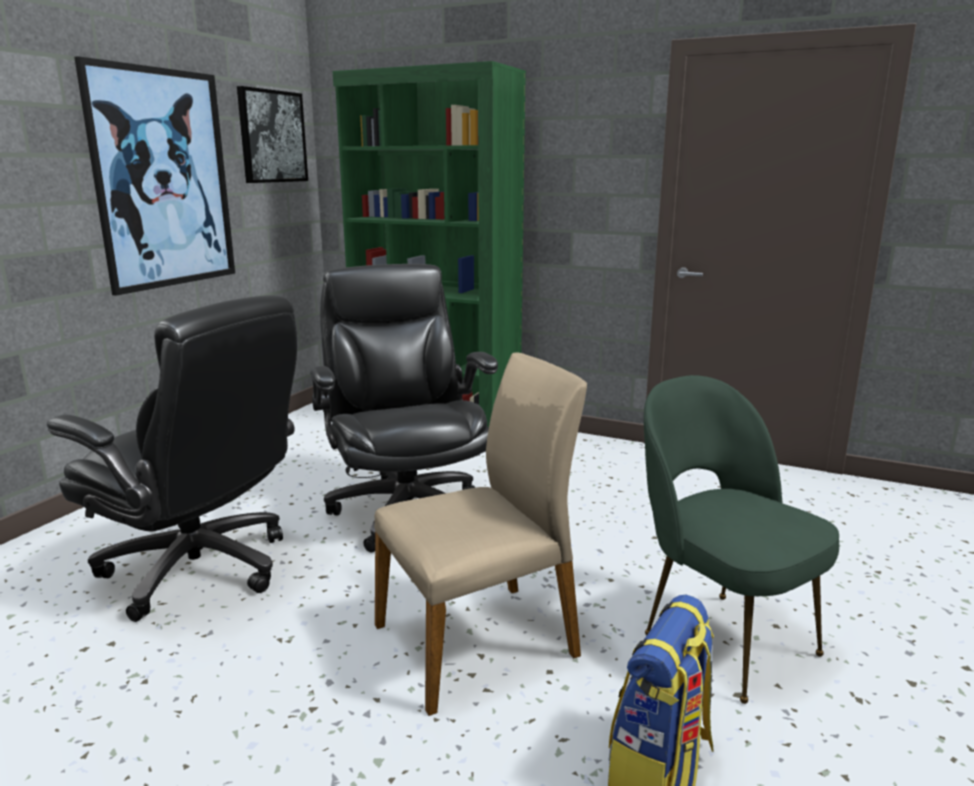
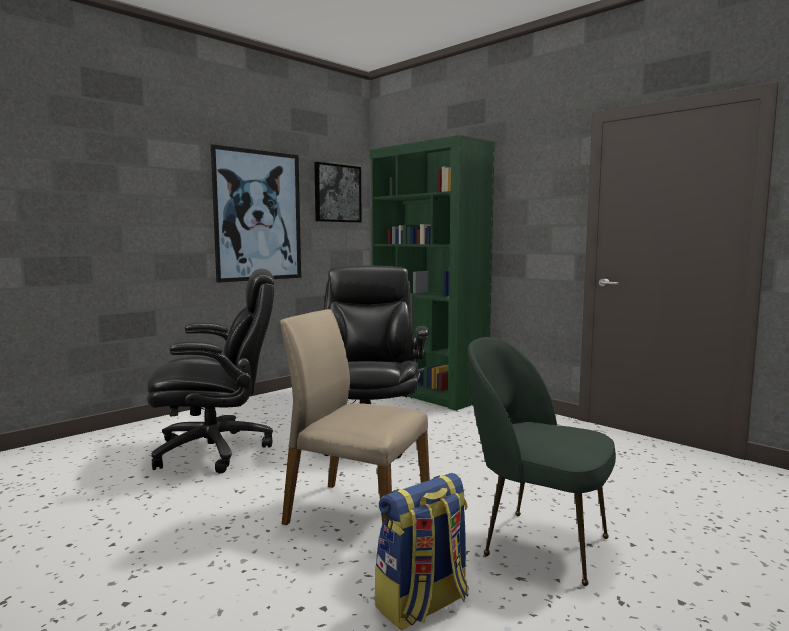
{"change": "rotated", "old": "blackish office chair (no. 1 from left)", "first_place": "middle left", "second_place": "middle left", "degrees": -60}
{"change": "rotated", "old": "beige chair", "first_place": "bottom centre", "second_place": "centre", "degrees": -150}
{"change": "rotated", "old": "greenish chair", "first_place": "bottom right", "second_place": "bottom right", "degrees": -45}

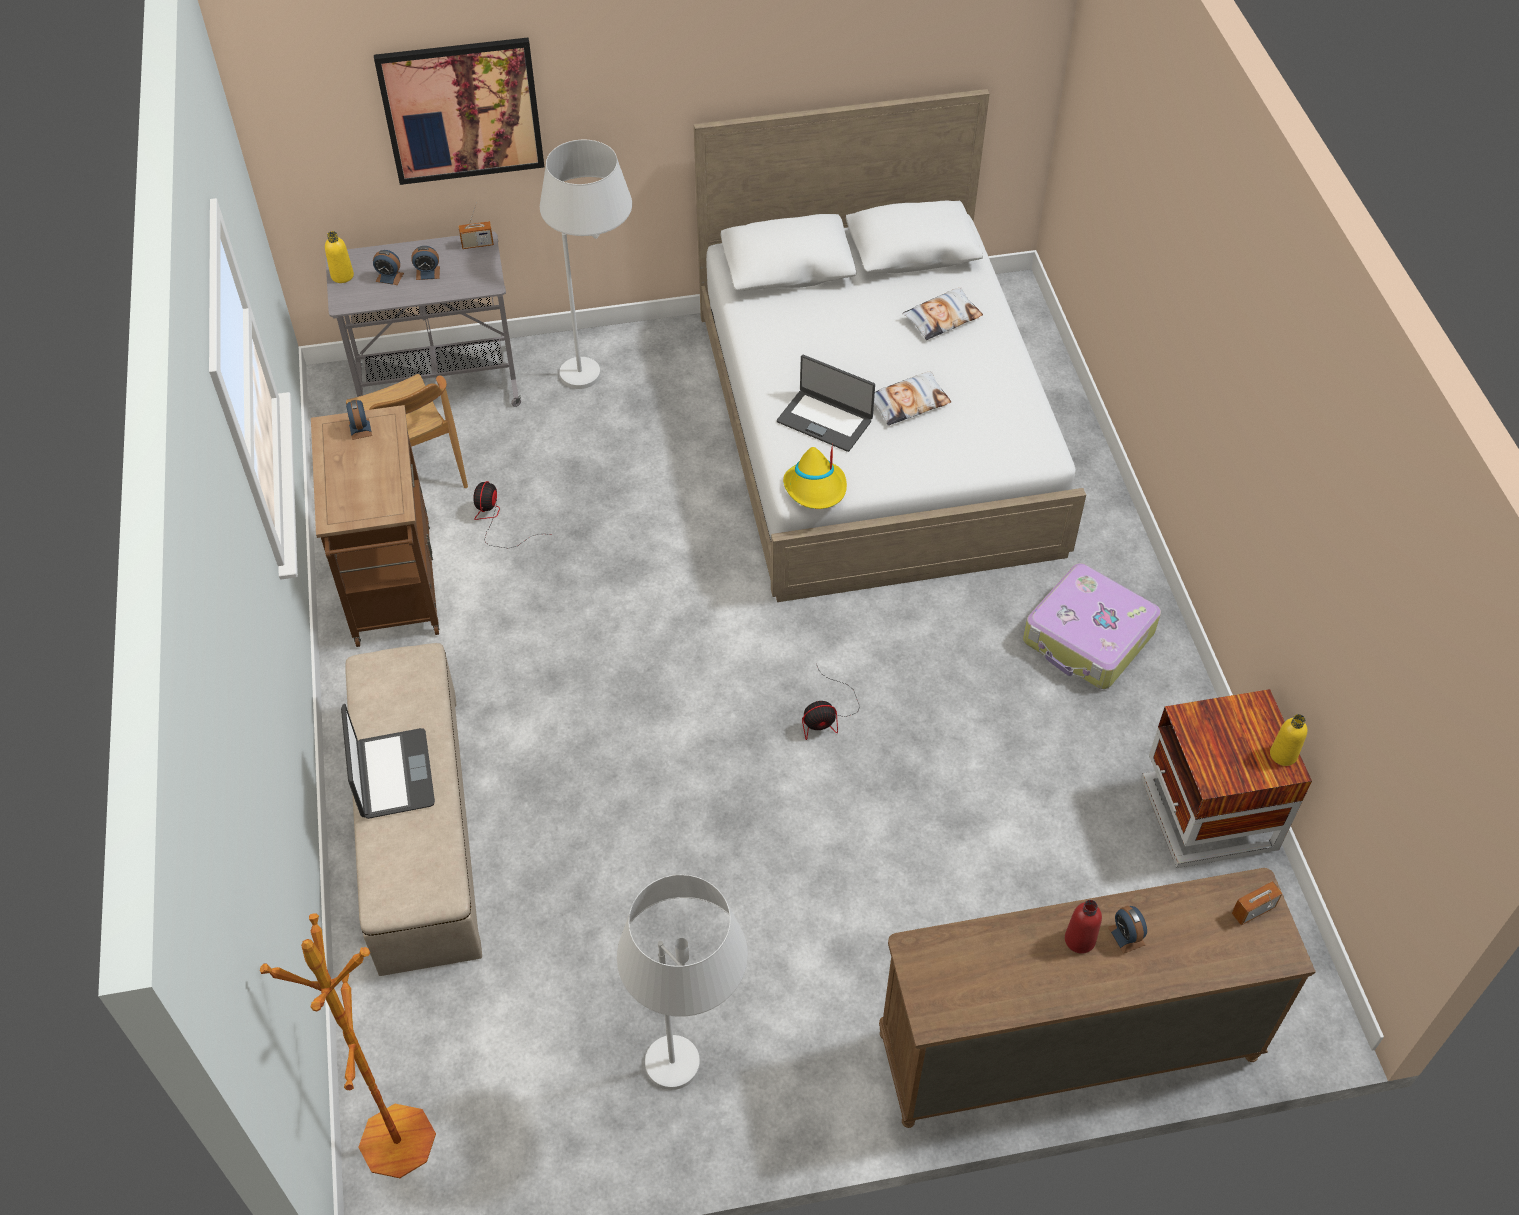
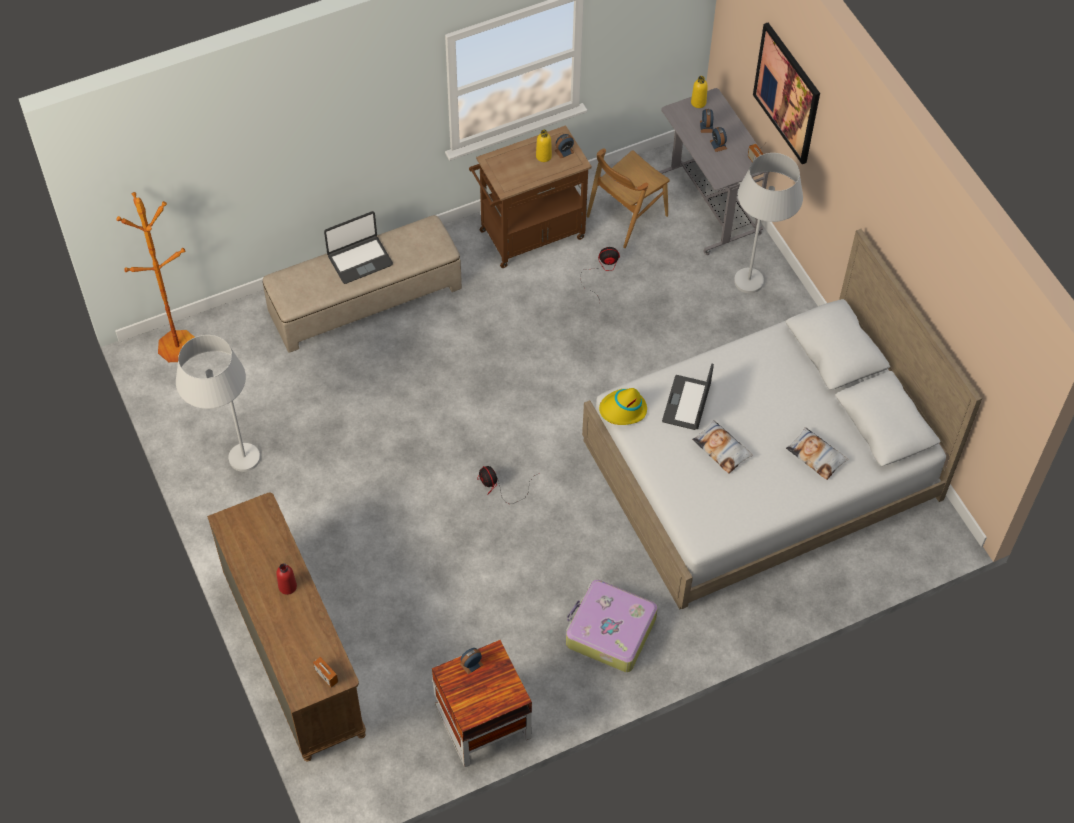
{"change": "shifted", "old": "bedside clock (no. 4 from left in the first image)", "new": "bedside clock (no. 1 from left)", "first_place": "bottom right", "second_place": "bottom centre"}
{"change": "shifted", "old": "yellow beverage bottle (no. 2 from left in the first image)", "new": "yellow beverage bottle (no. 1 from left)", "first_place": "middle right", "second_place": "top centre"}

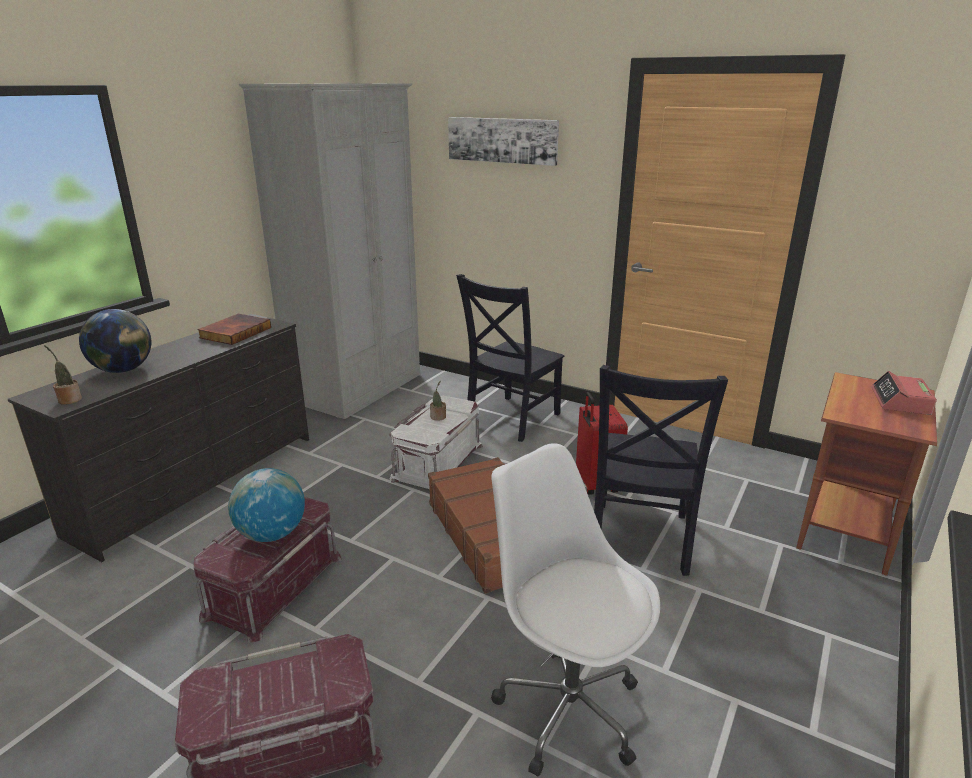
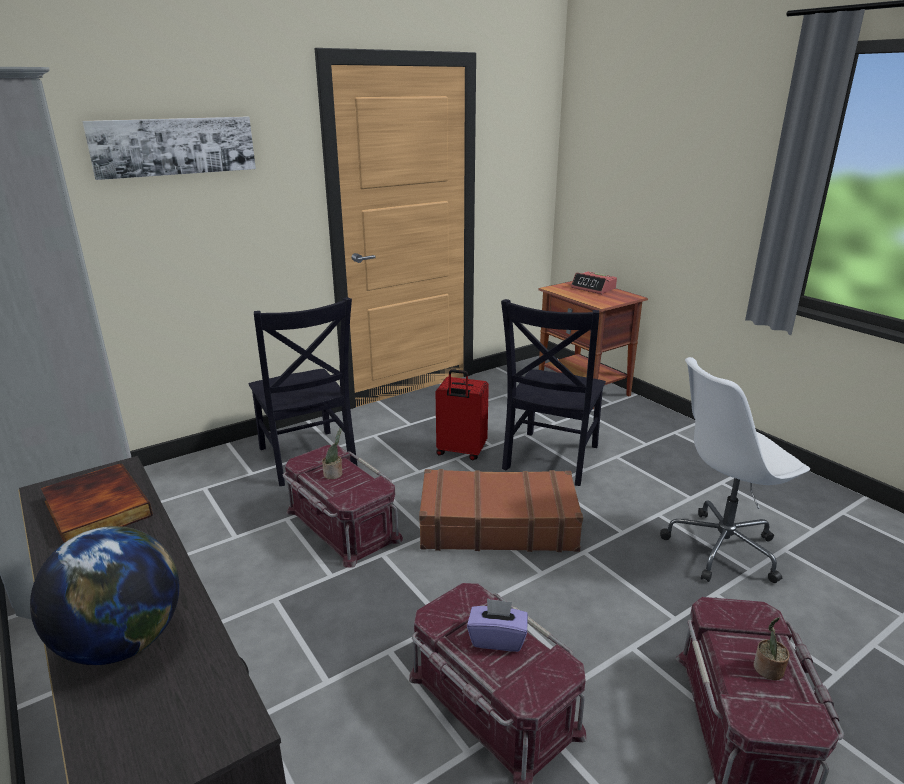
{"change": "shifted", "old": "plant in a pot (no. 1 from left in the first image)", "new": "plant in a pot (no. 2 from left)", "first_place": "middle left", "second_place": "bottom right"}
{"change": "swapped", "old": "globe (no. 2 from left)", "new": "purplish tissue holder", "first_place": "middle left", "second_place": "bottom centre"}
{"change": "repainted", "old": "white-coloured storage bin", "new": "red storage bin (no. 1 from left)", "first_place": "centre", "second_place": "centre"}
{"change": "rotated", "old": "blackish chair (no. 2 from left)", "first_place": "middle right", "second_place": "centre", "degrees": 75}

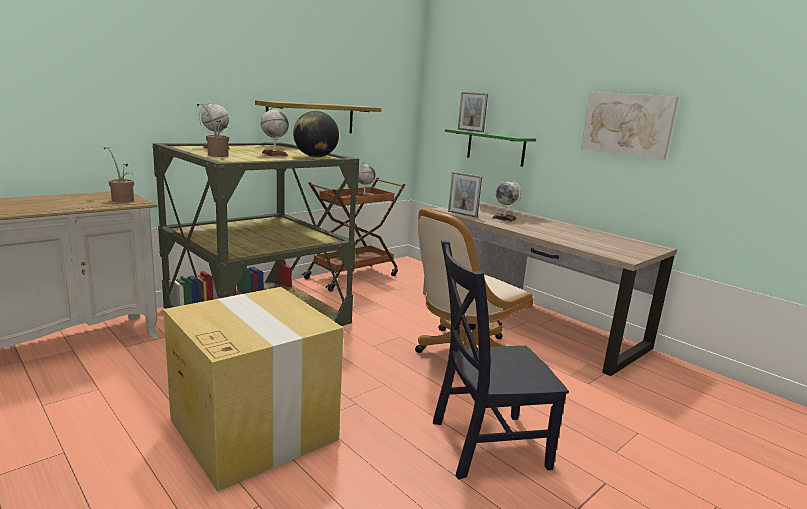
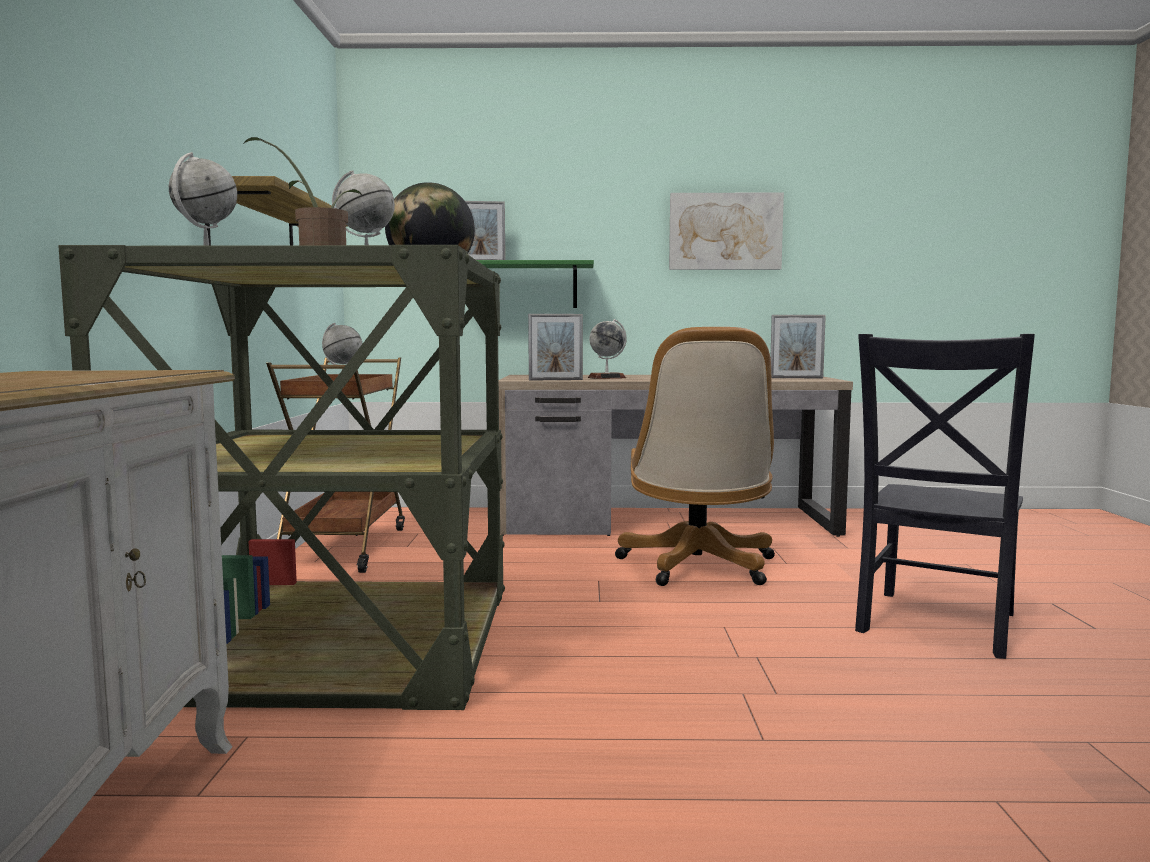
{"change": "gone", "old": "plant in a pot (no. 1 from left)", "first_place": "middle left"}
{"change": "gone", "old": "packing box", "first_place": "bottom left"}
{"change": "new", "new": "picture frame (no. 3 from left)", "second_place": "middle right"}

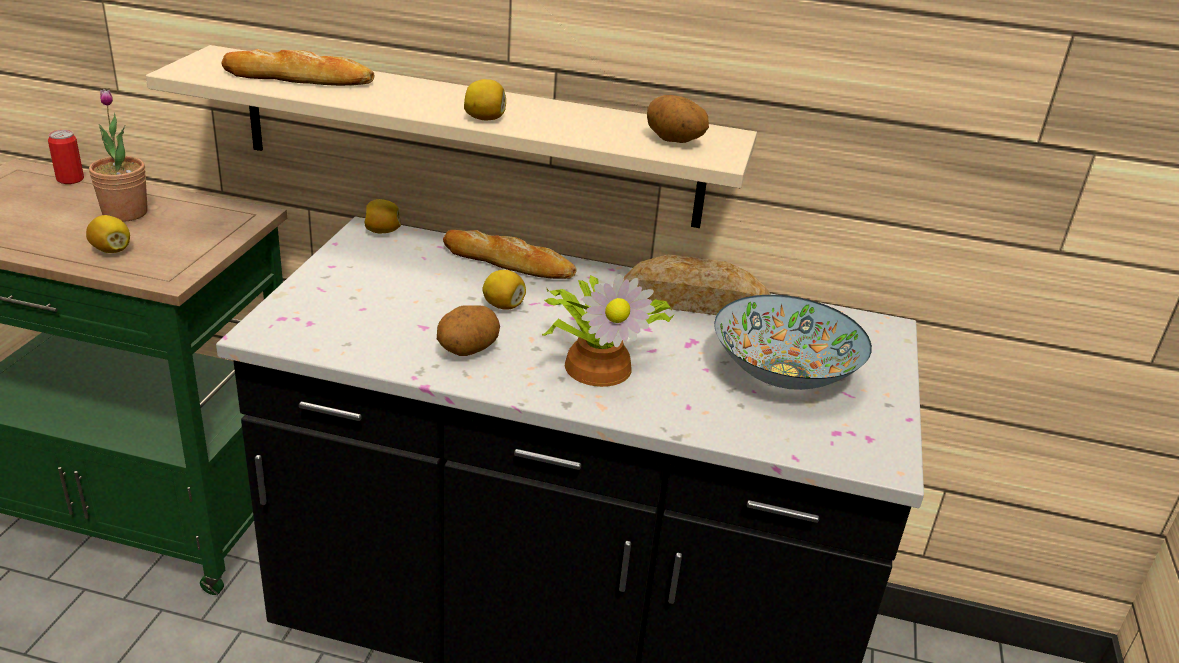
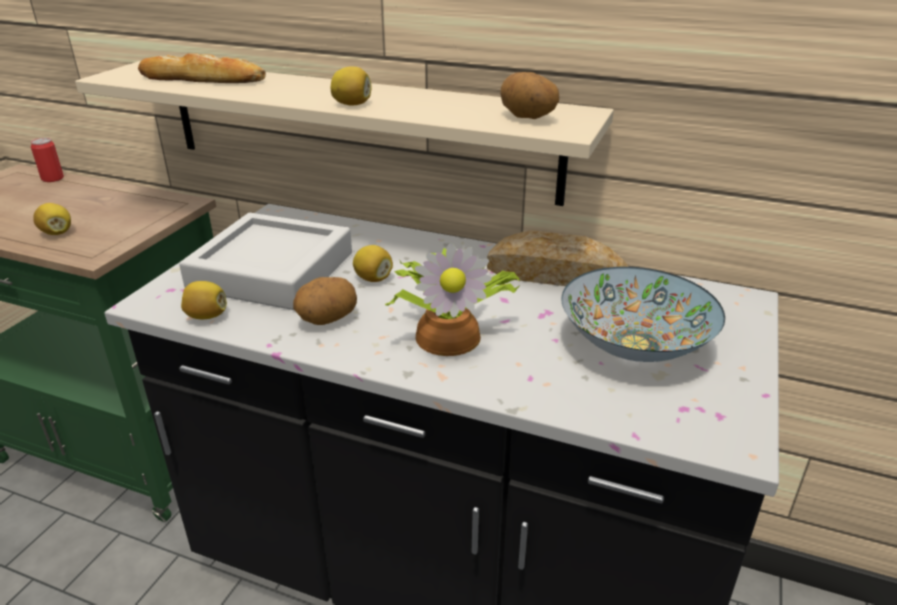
{"change": "gone", "old": "plant in a pot (no. 1 from left)", "first_place": "top left"}
{"change": "shifted", "old": "citrus fruit (no. 2 from left)", "first_place": "top left", "second_place": "middle left"}
{"change": "gone", "old": "bread (no. 2 from left)", "first_place": "centre"}
{"change": "new", "new": "grey carrying tray", "second_place": "middle left"}

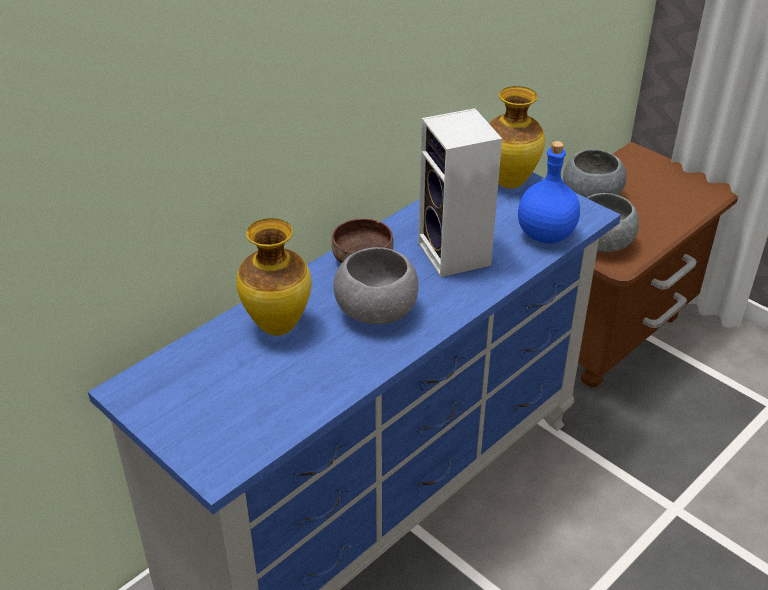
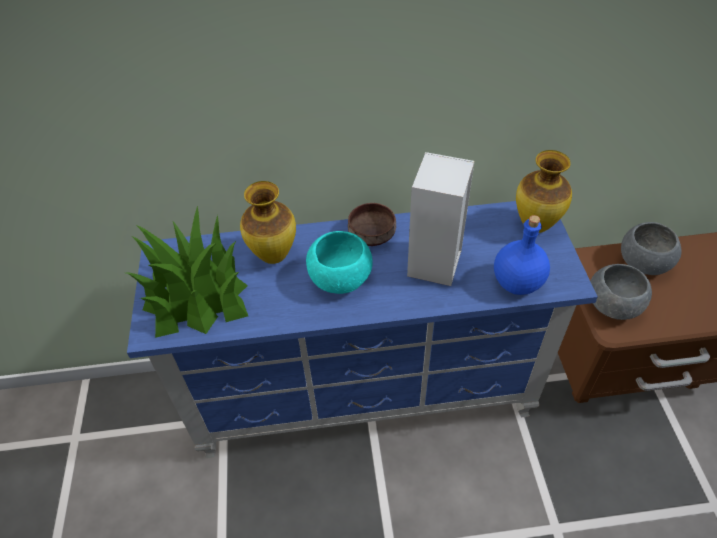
{"change": "repainted", "old": "grey deep dish (no. 1 from left)", "new": "turquoise deep dish", "first_place": "centre", "second_place": "centre"}
{"change": "new", "new": "plant in a pot", "second_place": "middle left"}

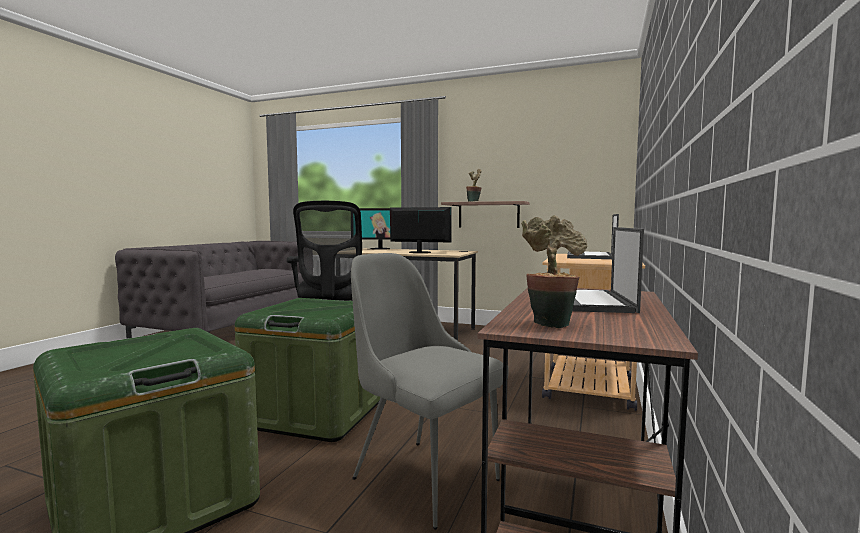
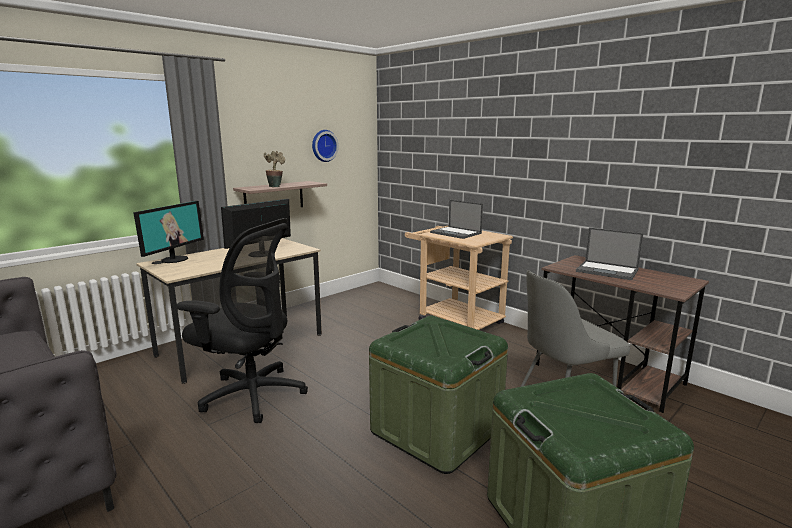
{"change": "gone", "old": "plant in a pot (no. 2 from left)", "first_place": "centre"}
{"change": "new", "new": "wall clock", "second_place": "top centre"}

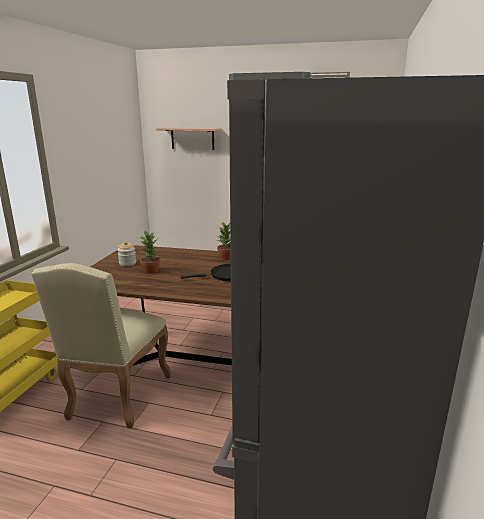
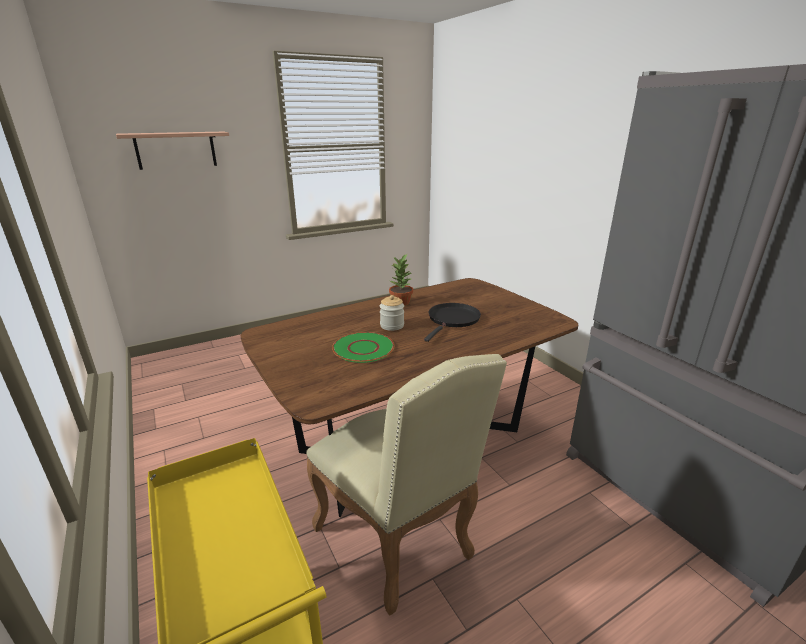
{"change": "shifted", "old": "preserve jar", "first_place": "middle left", "second_place": "centre"}
{"change": "swapped", "old": "plant in a pot (no. 1 from left)", "new": "greenish dinner plate", "first_place": "middle left", "second_place": "centre"}

